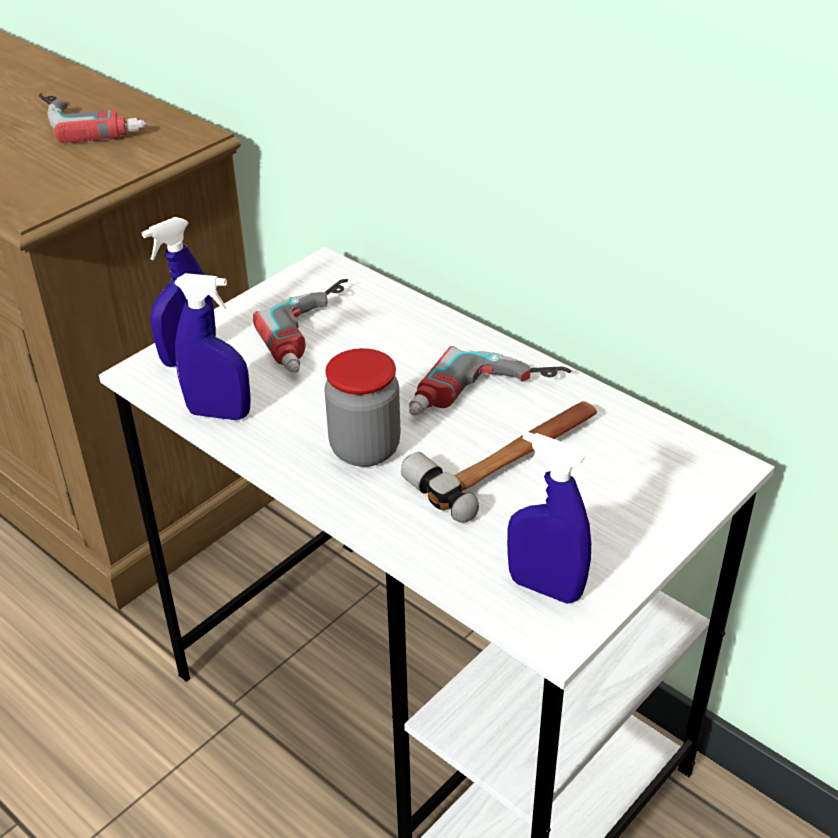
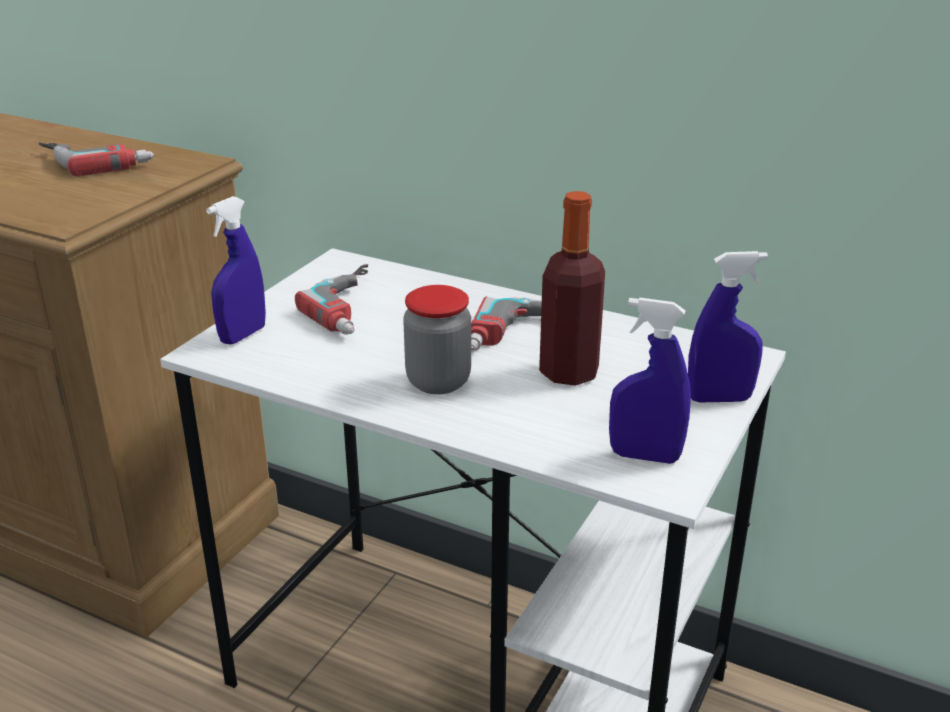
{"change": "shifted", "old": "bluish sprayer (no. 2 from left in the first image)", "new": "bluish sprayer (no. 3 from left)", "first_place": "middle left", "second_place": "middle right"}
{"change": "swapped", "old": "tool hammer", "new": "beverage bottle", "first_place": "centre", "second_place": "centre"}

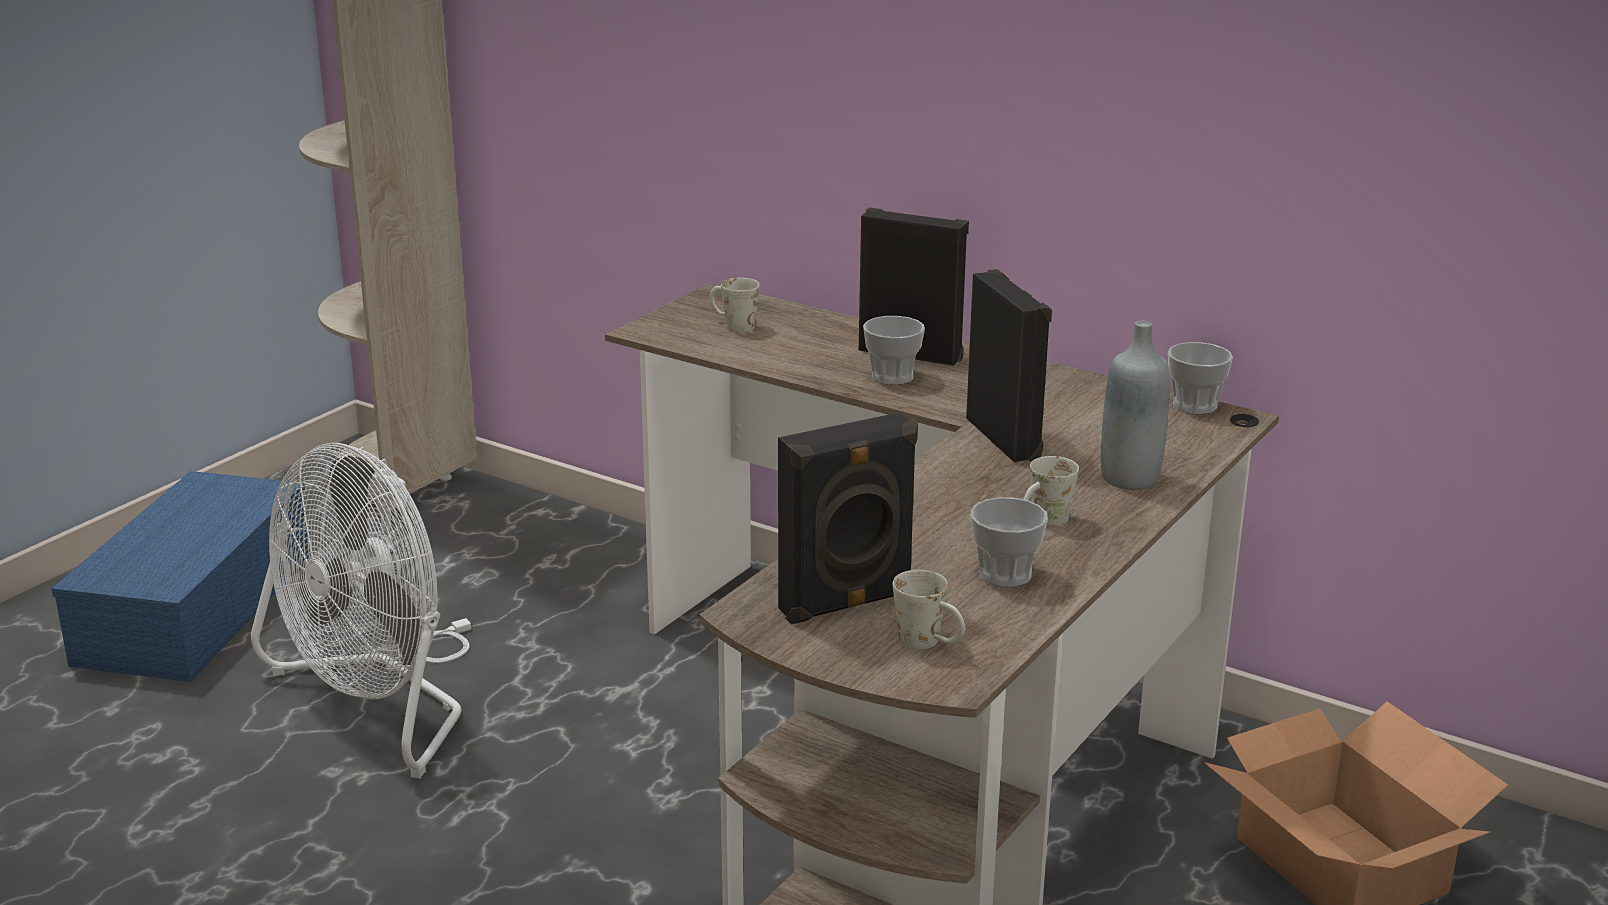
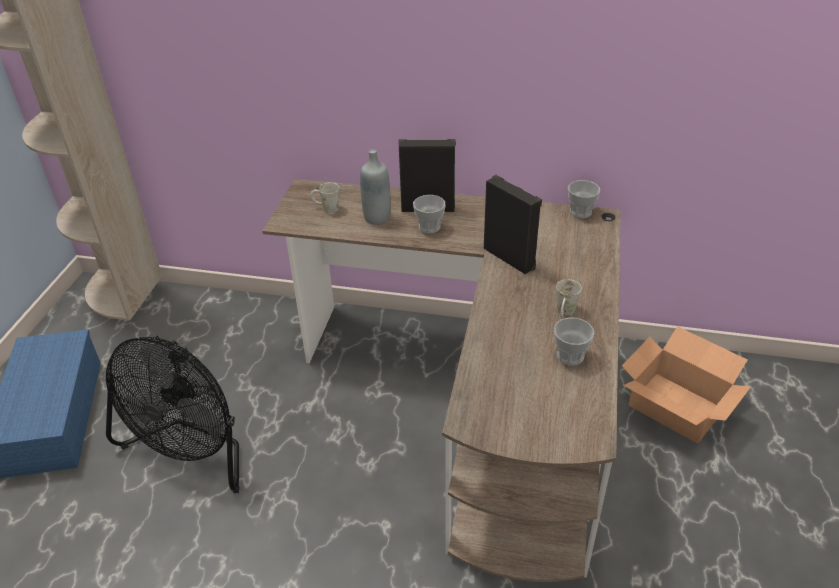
{"change": "repainted", "old": "white-coloured electric fan", "new": "blackish electric fan", "first_place": "bottom left", "second_place": "bottom left"}
{"change": "gone", "old": "blackish audio speaker (no. 1 from left)", "first_place": "centre"}
{"change": "gone", "old": "white-coloured tea mug (no. 2 from left)", "first_place": "bottom centre"}
{"change": "shifted", "old": "grey beverage bottle", "first_place": "middle right", "second_place": "top centre"}

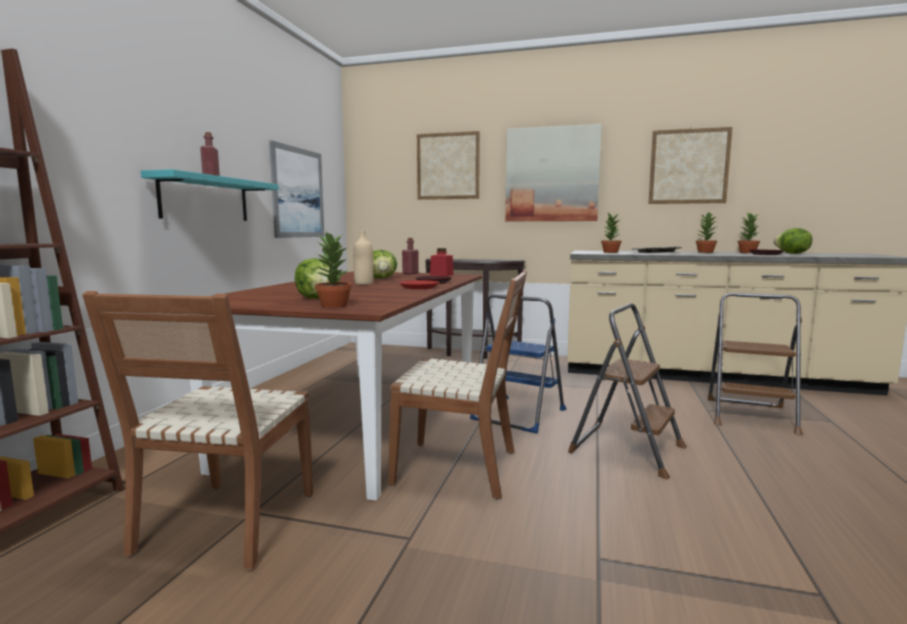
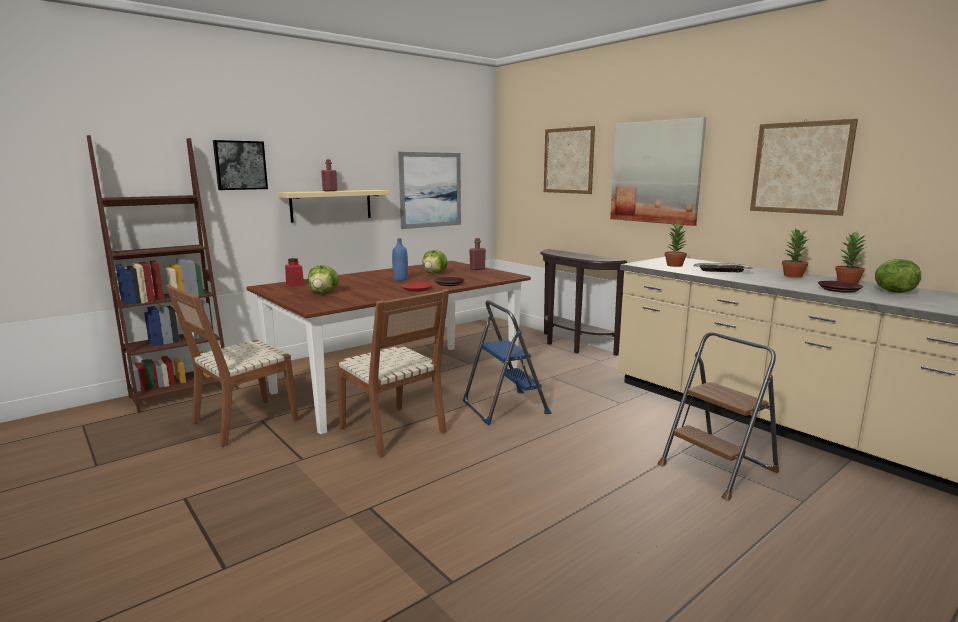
{"change": "repainted", "old": "turquoise shelf", "new": "beige shelf", "first_place": "top left", "second_place": "top centre"}
{"change": "gone", "old": "plant in a pot (no. 1 from left)", "first_place": "centre"}
{"change": "repainted", "old": "beige beverage bottle", "new": "bluish beverage bottle", "first_place": "centre", "second_place": "centre"}
{"change": "shifted", "old": "red preserve jar", "first_place": "centre", "second_place": "middle left"}
{"change": "gone", "old": "brownish stepladder (no. 1 from left)", "first_place": "middle right"}
{"change": "new", "new": "wall picture (no. 1 from left)", "second_place": "top left"}

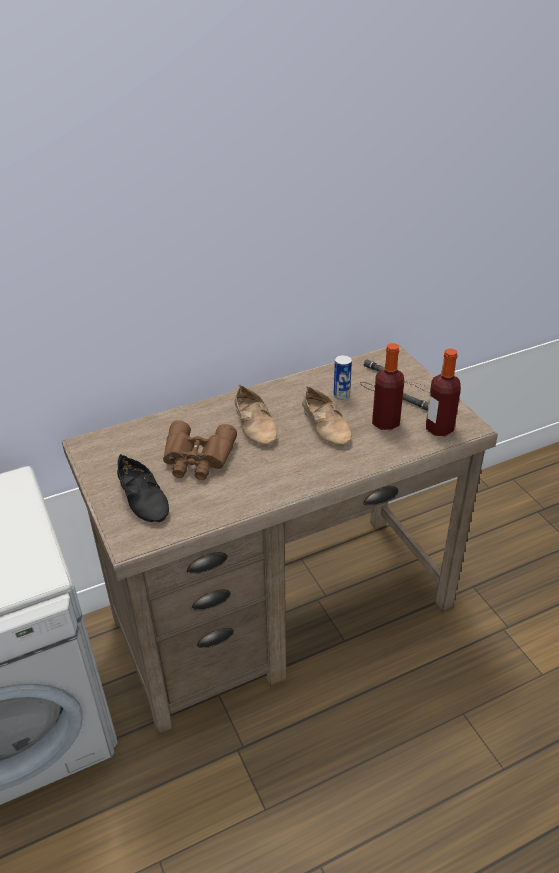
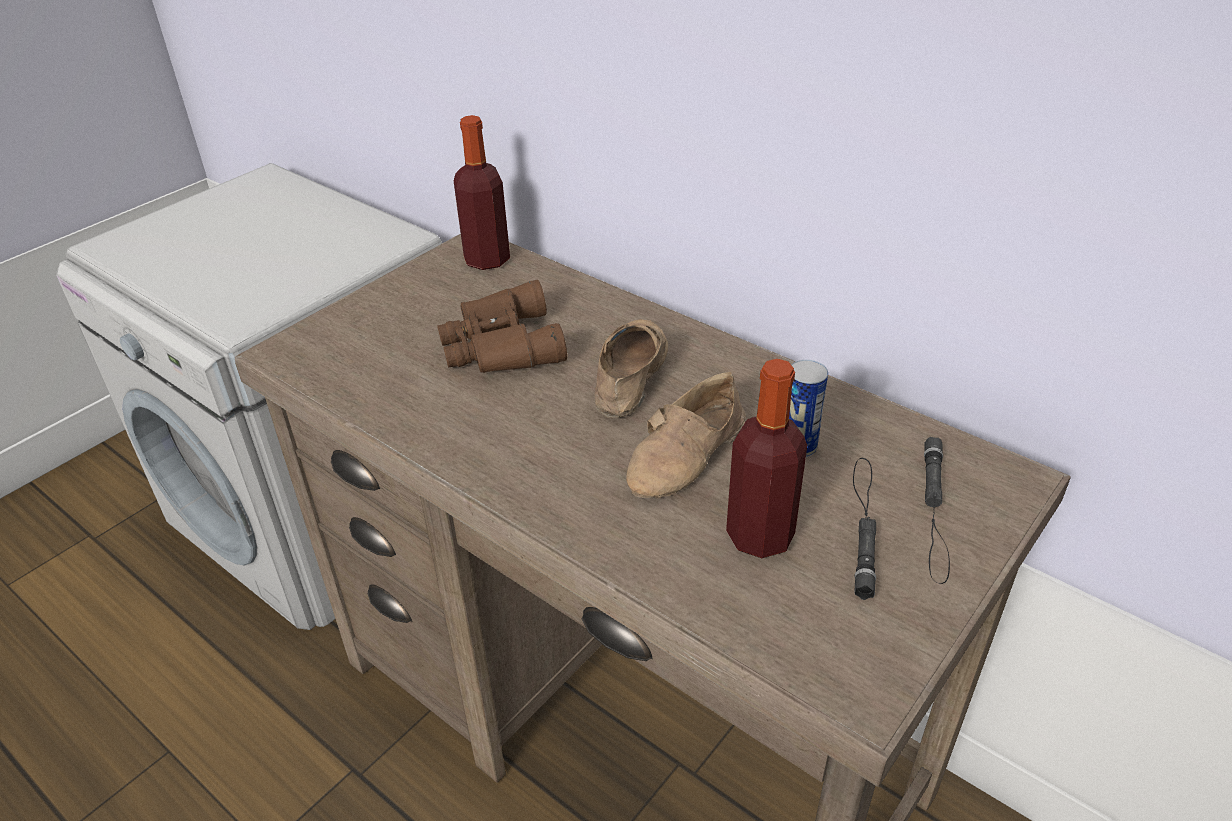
{"change": "gone", "old": "blackish shoe", "first_place": "middle left"}
{"change": "rotated", "old": "beige shoe (no. 1 from left)", "first_place": "centre", "second_place": "centre", "degrees": 150}
{"change": "shifted", "old": "beverage bottle (no. 2 from left in the first image)", "new": "beverage bottle (no. 1 from left)", "first_place": "middle right", "second_place": "top centre"}

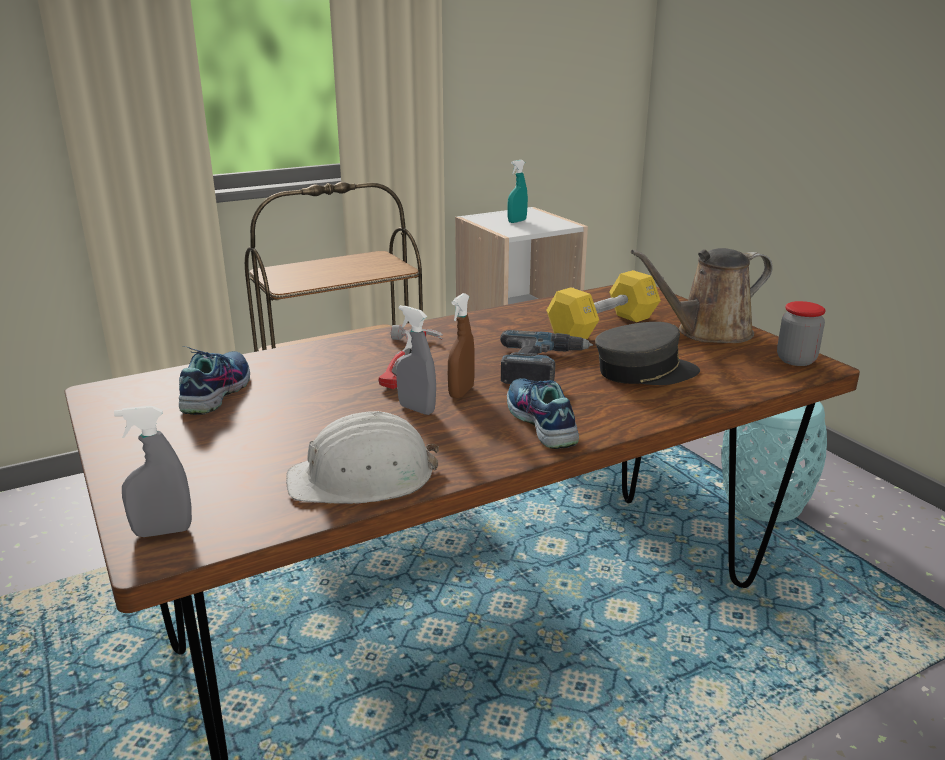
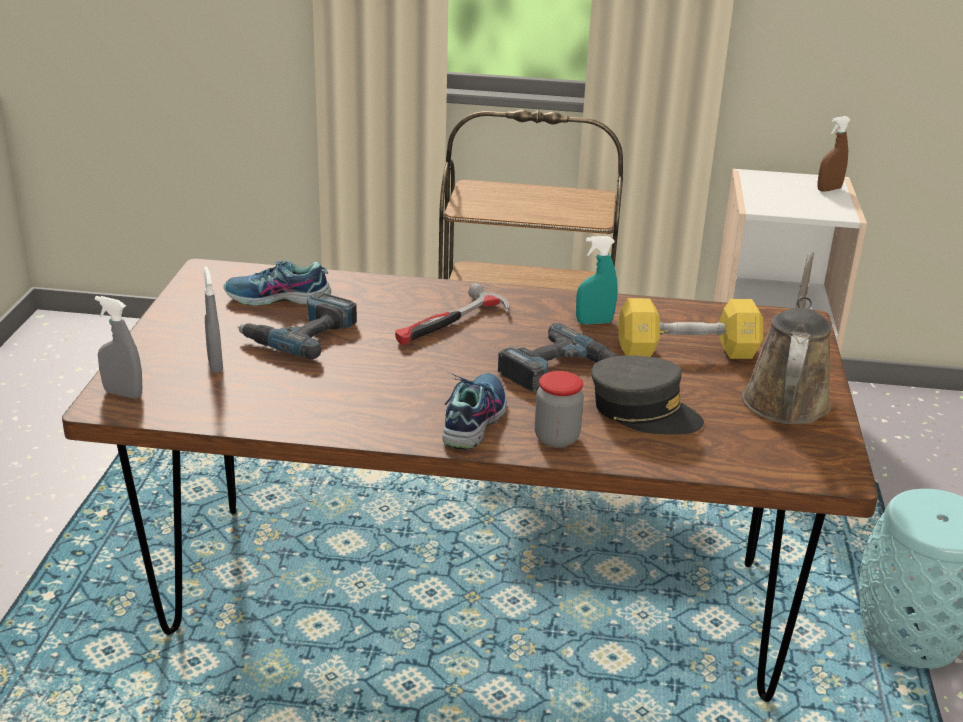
{"change": "rotated", "old": "shoe (no. 1 from left)", "first_place": "middle left", "second_place": "middle left", "degrees": -135}
{"change": "gone", "old": "white-coloured work helmet", "first_place": "centre"}
{"change": "shifted", "old": "grey sprayer (no. 2 from left)", "first_place": "centre", "second_place": "middle left"}
{"change": "shifted", "old": "brownish sprayer", "first_place": "centre", "second_place": "top right"}
{"change": "shifted", "old": "turquoise sprayer", "first_place": "top centre", "second_place": "centre"}
{"change": "rotated", "old": "brownish watering pot", "first_place": "middle right", "second_place": "middle right", "degrees": 90}
{"change": "shifted", "old": "preserve jar", "first_place": "middle right", "second_place": "centre"}
{"change": "new", "new": "electric drill (no. 1 from left)", "second_place": "middle left"}

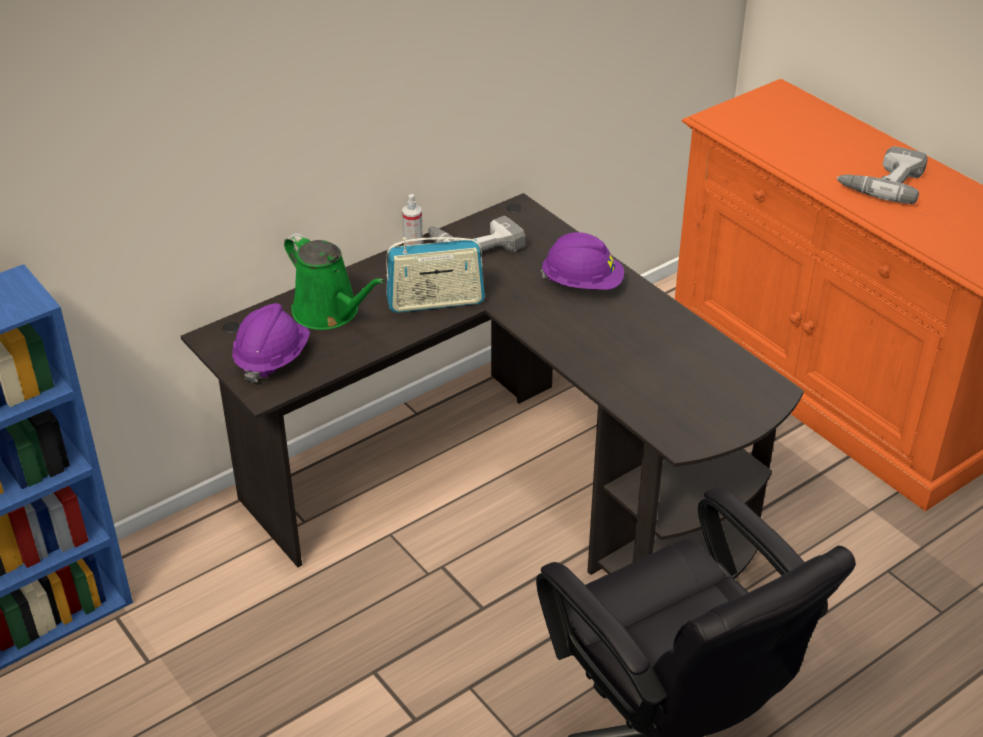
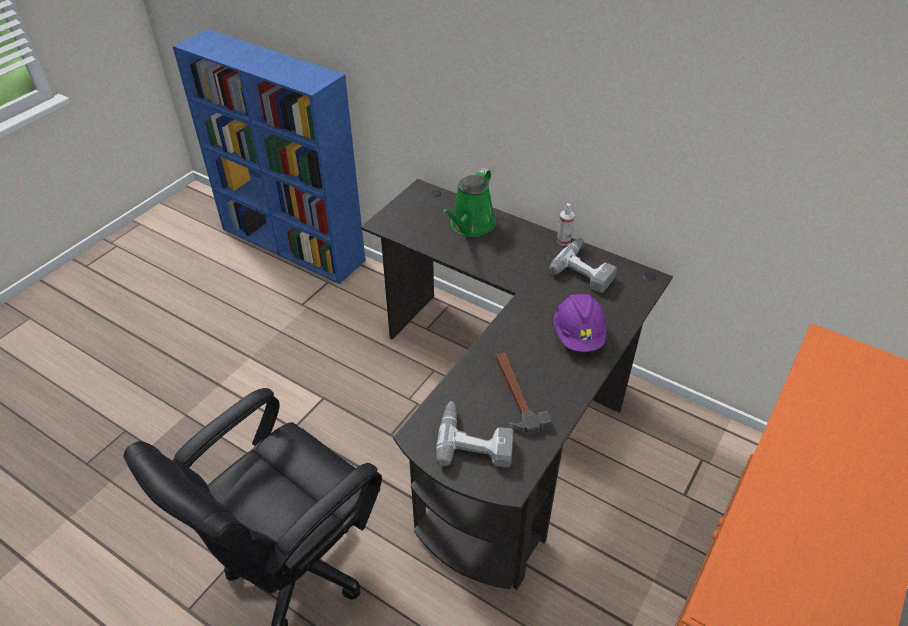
{"change": "gone", "old": "purplish work helmet (no. 1 from left)", "first_place": "middle left"}
{"change": "gone", "old": "radio set", "first_place": "centre"}
{"change": "shifted", "old": "electric drill (no. 2 from left in the first image)", "new": "electric drill (no. 1 from left)", "first_place": "top right", "second_place": "bottom centre"}
{"change": "new", "new": "tool hammer", "second_place": "centre"}

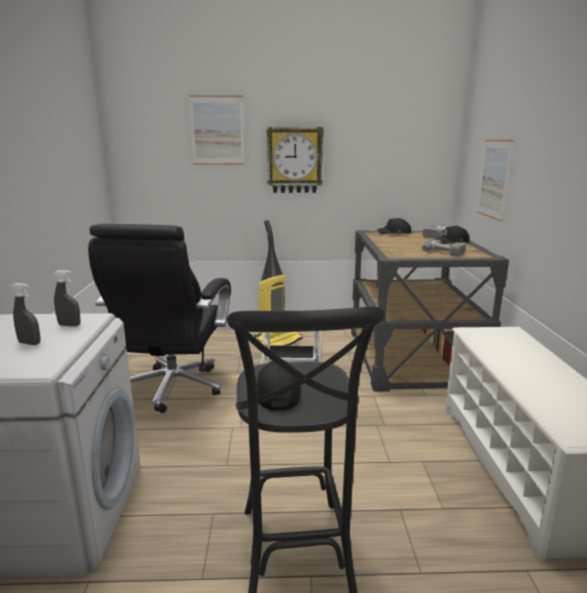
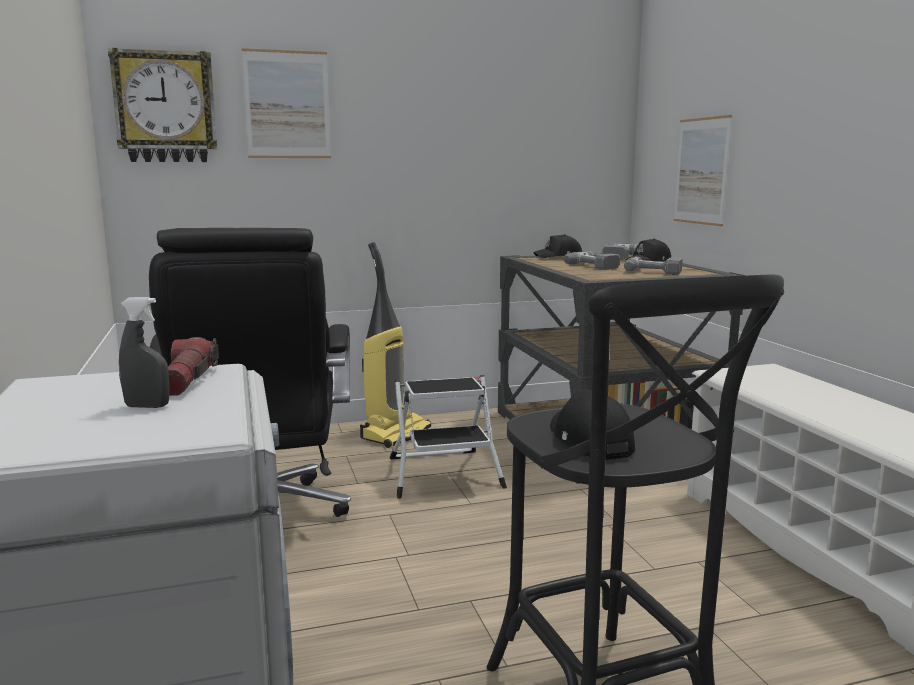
{"change": "swapped", "old": "grey sprayer (no. 2 from left)", "new": "flashlight", "first_place": "middle left", "second_place": "middle left"}
{"change": "shifted", "old": "wall clock", "first_place": "top centre", "second_place": "top left"}
{"change": "new", "new": "electric drill (no. 1 from left)", "second_place": "centre"}

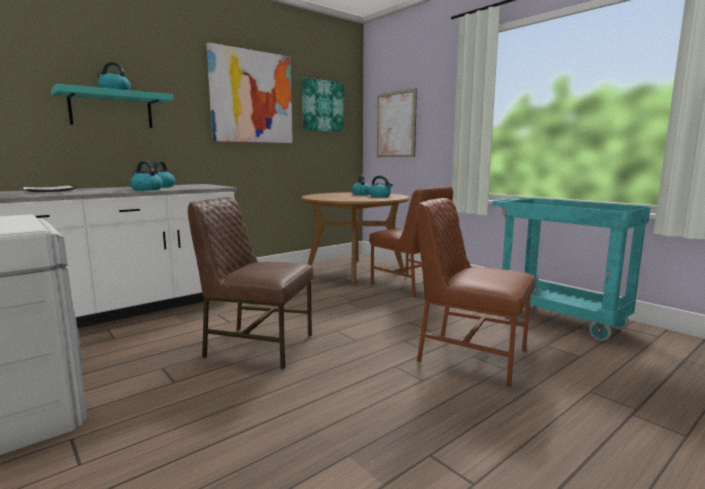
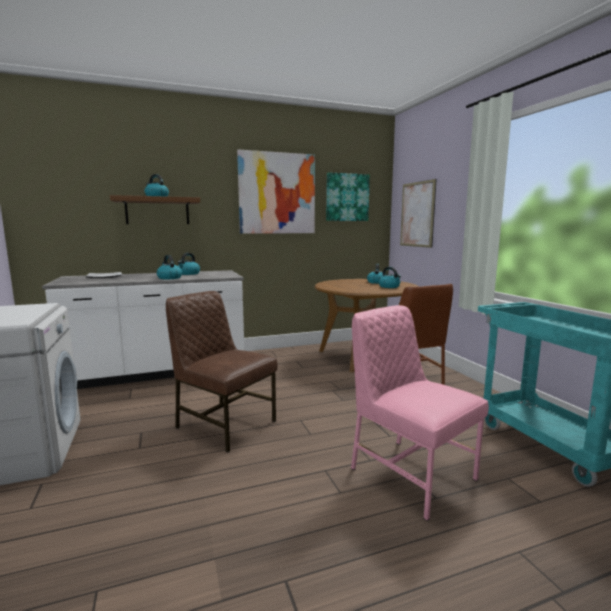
{"change": "repainted", "old": "turquoise shelf", "new": "brownish shelf", "first_place": "top left", "second_place": "middle left"}
{"change": "repainted", "old": "brownish chair (no. 3 from left)", "new": "pinkish chair", "first_place": "middle right", "second_place": "bottom right"}

